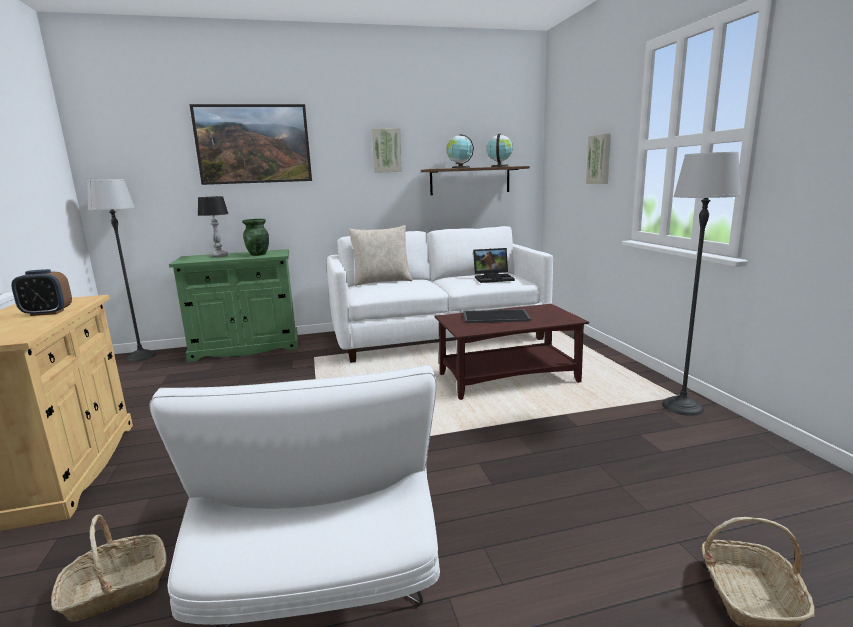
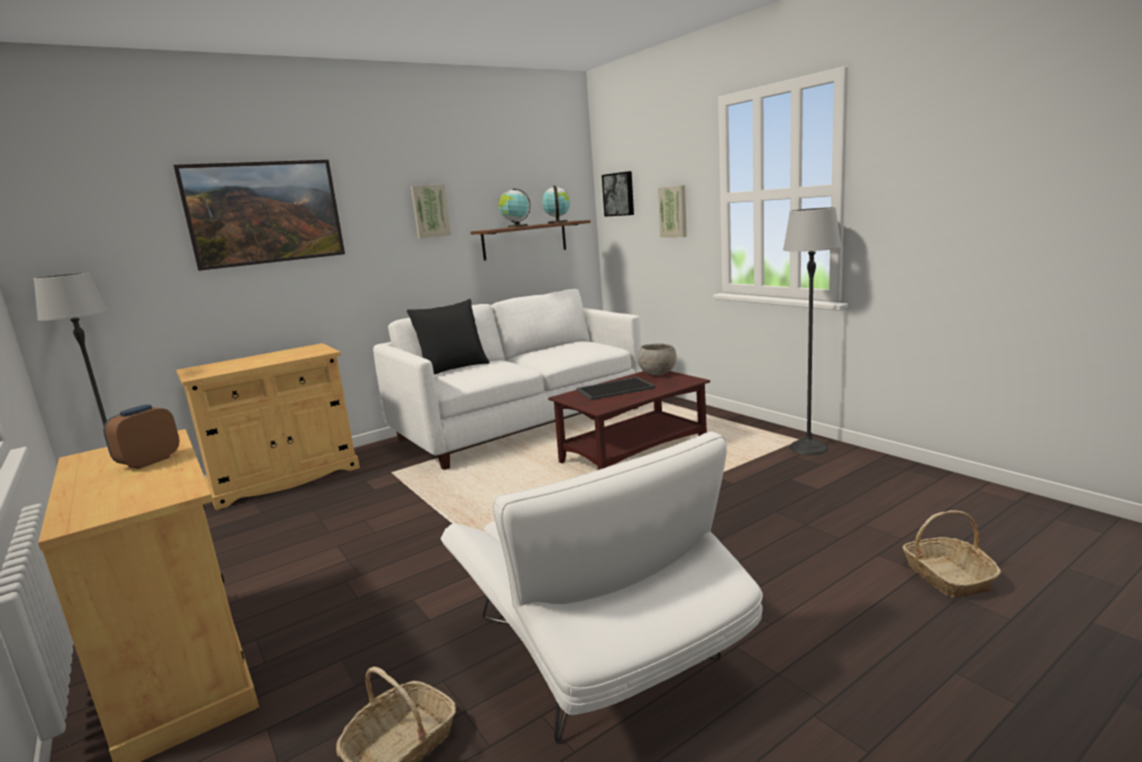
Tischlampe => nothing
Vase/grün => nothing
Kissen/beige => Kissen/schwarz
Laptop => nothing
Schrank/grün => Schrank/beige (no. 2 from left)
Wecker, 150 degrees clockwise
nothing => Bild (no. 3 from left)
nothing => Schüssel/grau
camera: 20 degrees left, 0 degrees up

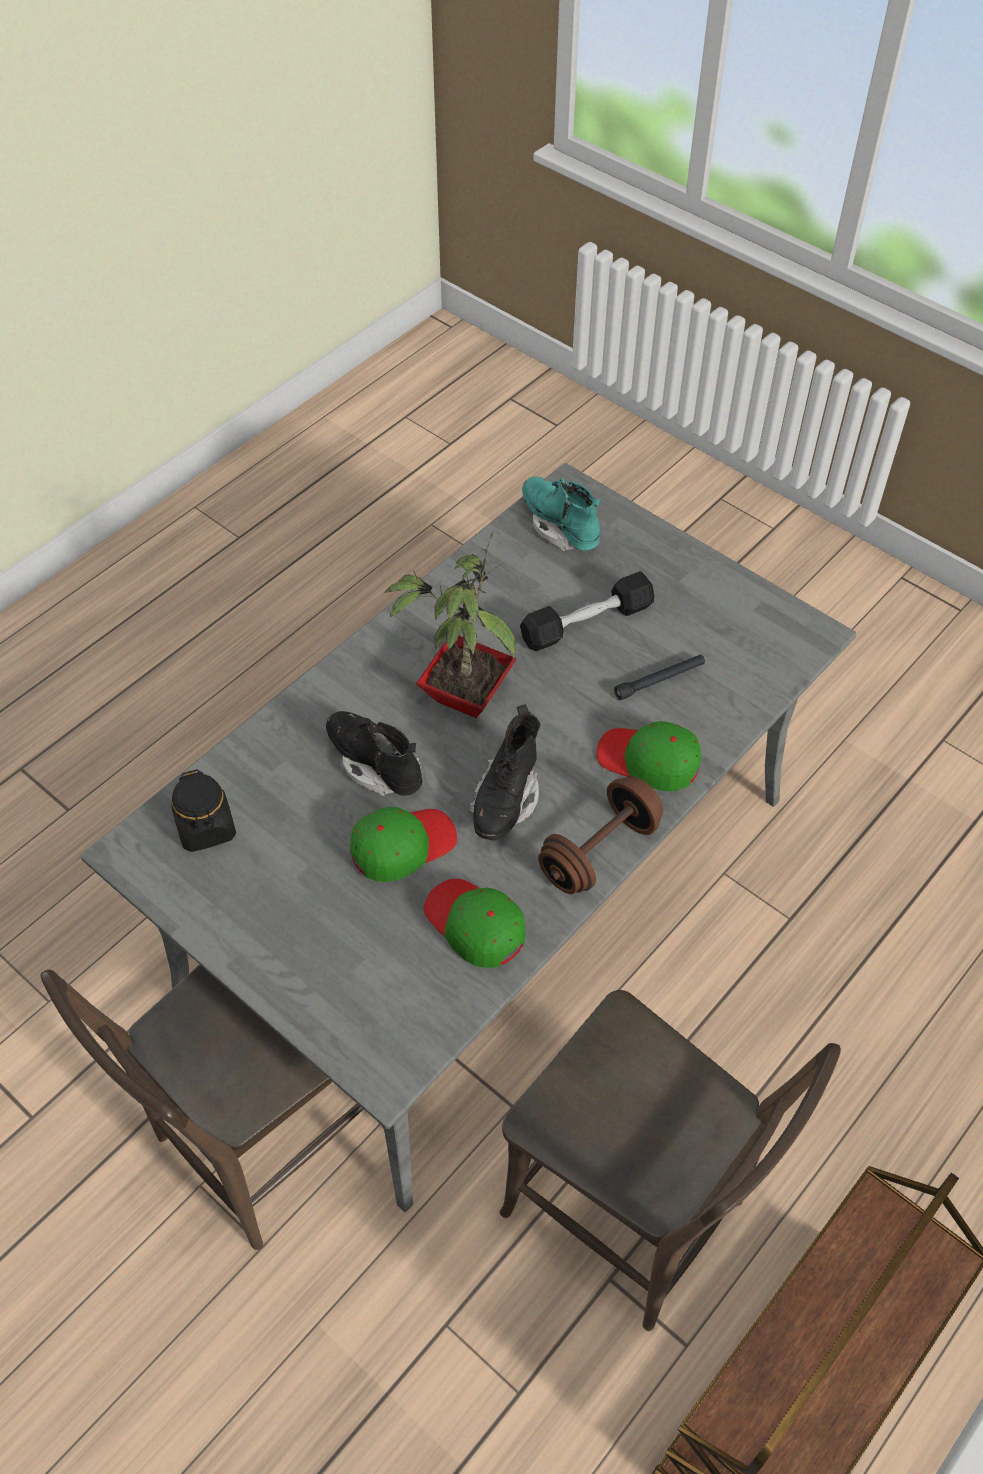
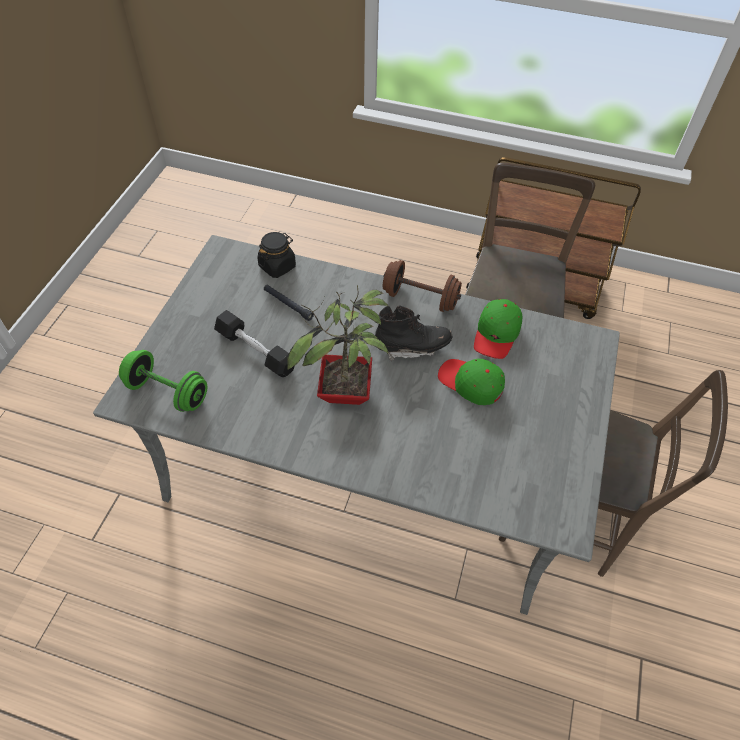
Stiefel/türkis => Hantel/grün
Stiefel/schwarz (no. 1 from left) => nothing
Kappe/grün (no. 3 from left) => nothing
Vorratsglas/schwarz, shifted
camera: 115 degrees left, 0 degrees up

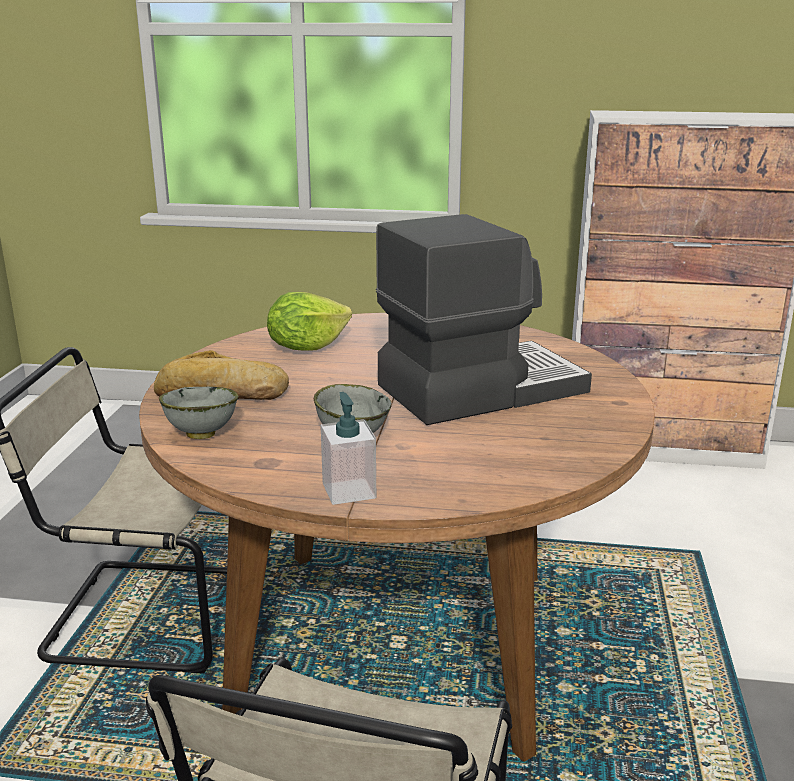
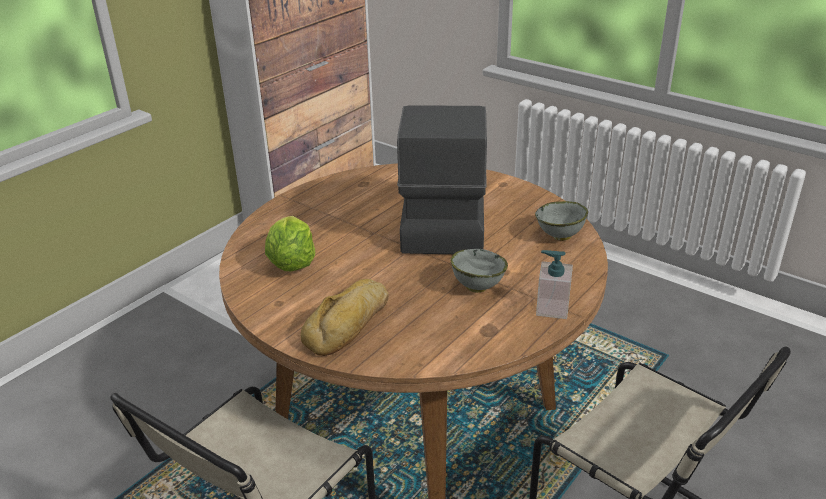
Schüssel/grau (no. 1 from left in the first image) => Schüssel/grau (no. 2 from left), shifted
camera: 60 degrees left, 10 degrees up

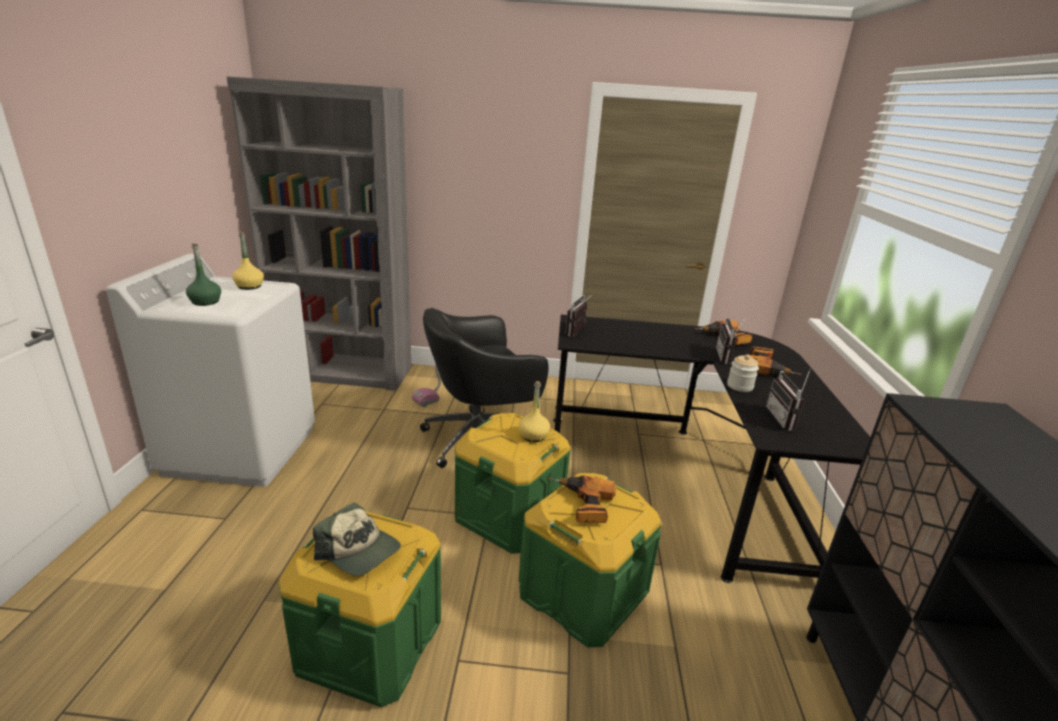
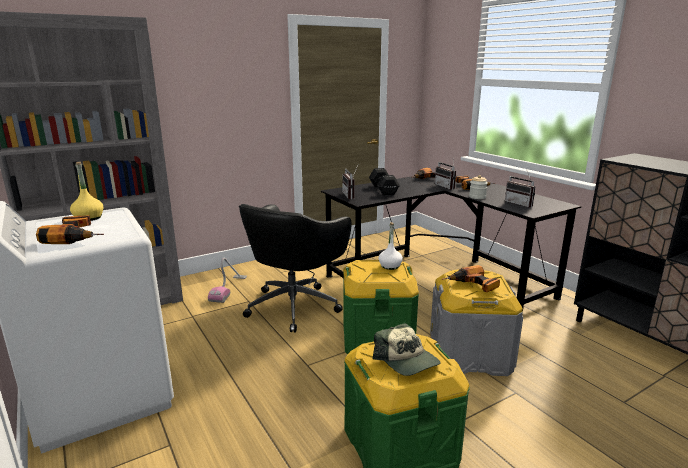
Flasche/grün => Bohrmaschine (no. 1 from left)
Flasche/gelb (no. 2 from left) => Flasche/weiß
Aufbewahrungsbox/grün (no. 3 from left) => Aufbewahrungsbox/grau
Kappe, 60 degrees clockwise
nothing => Hantel/schwarz
camera: 35 degrees left, 5 degrees down

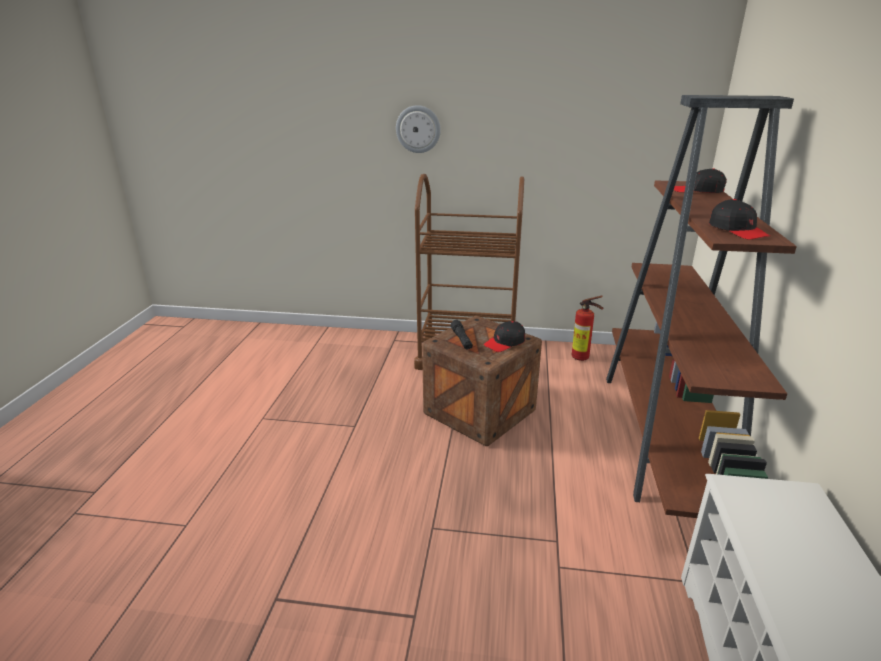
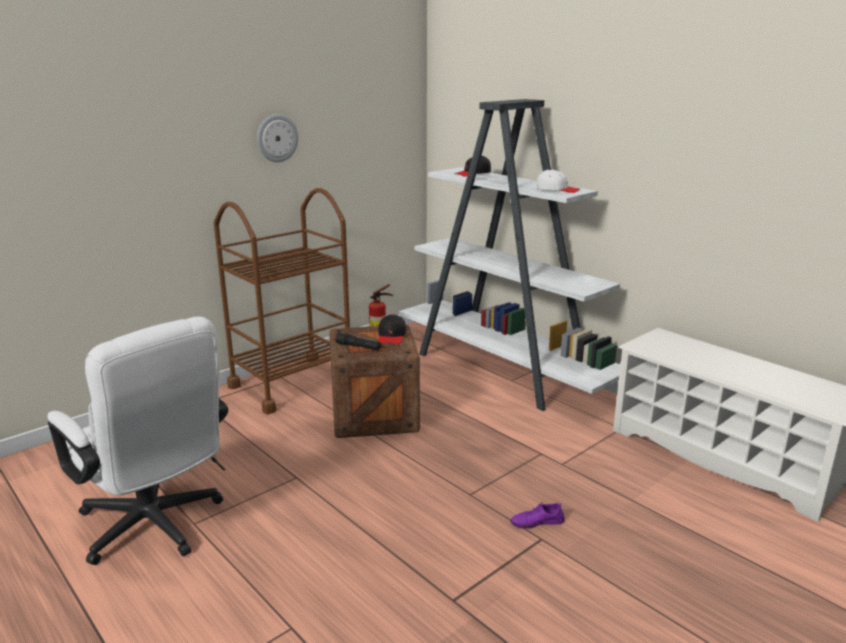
Bücherregal/braun => Bücherregal/weiß
Wanduhr, shifted
Kappe/schwarz (no. 3 from left) => Kappe/weiß
nothing => Bürostuhl/weiß
nothing => Schuh/lila
camera: 50 degrees left, 5 degrees down

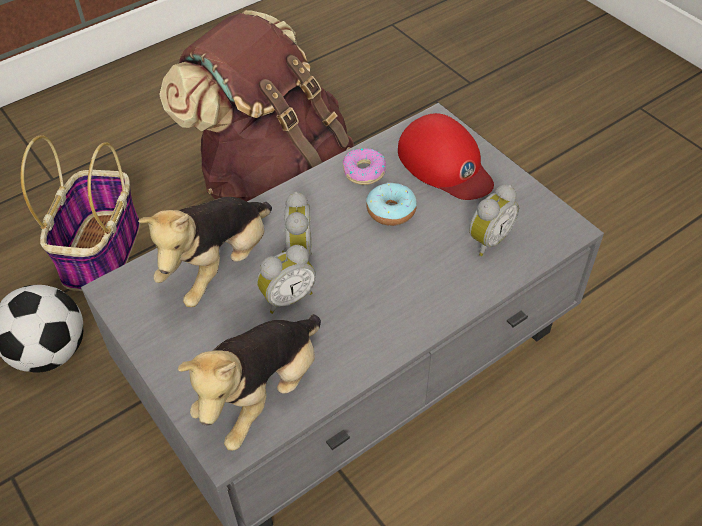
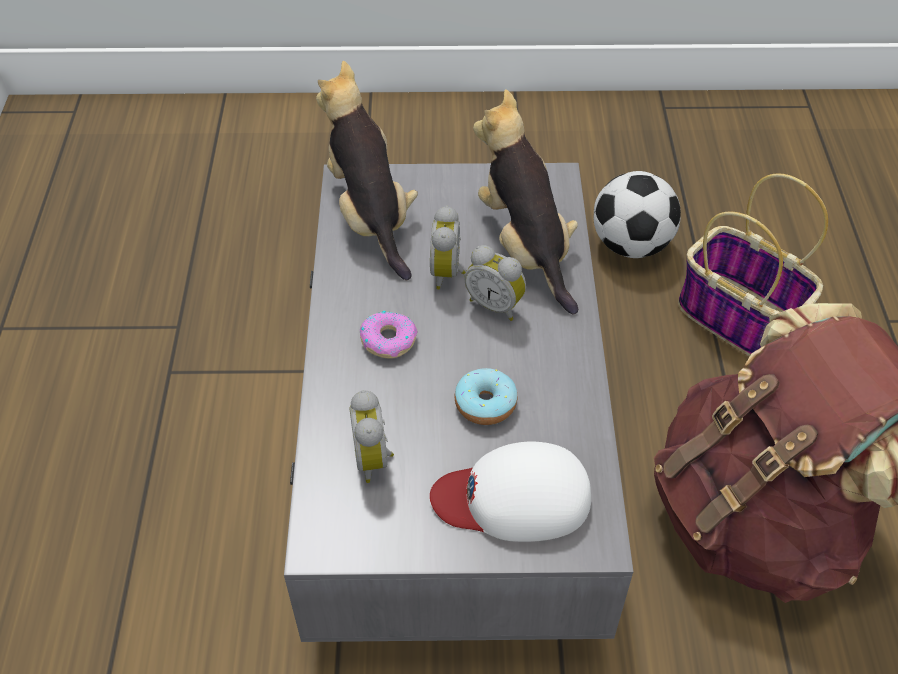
Kappe/rot => Kappe/weiß
Donut (no. 1 from left), shifted
camera: 125 degrees right, 0 degrees up

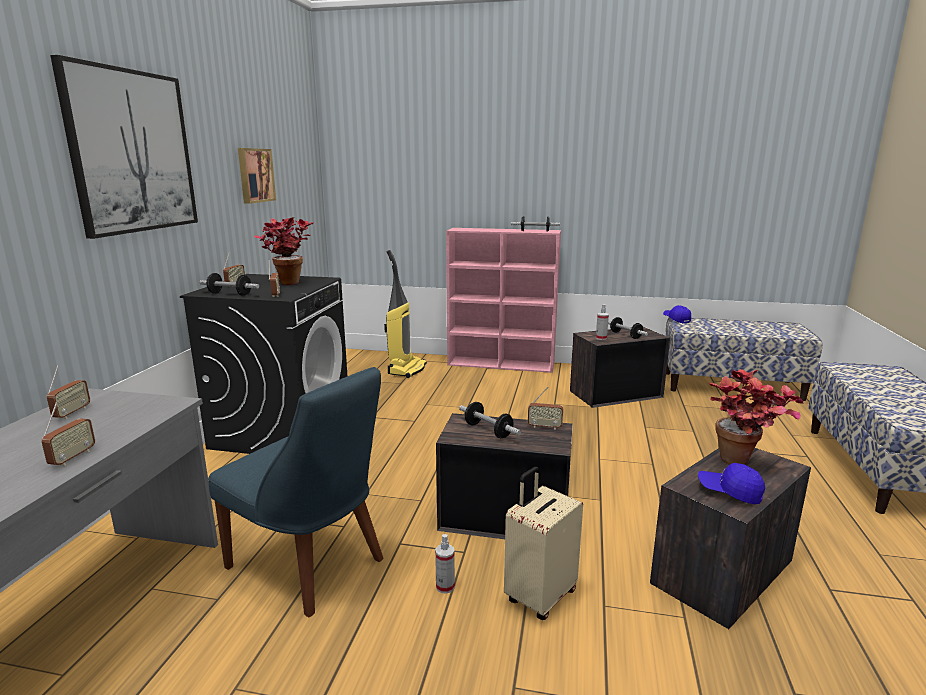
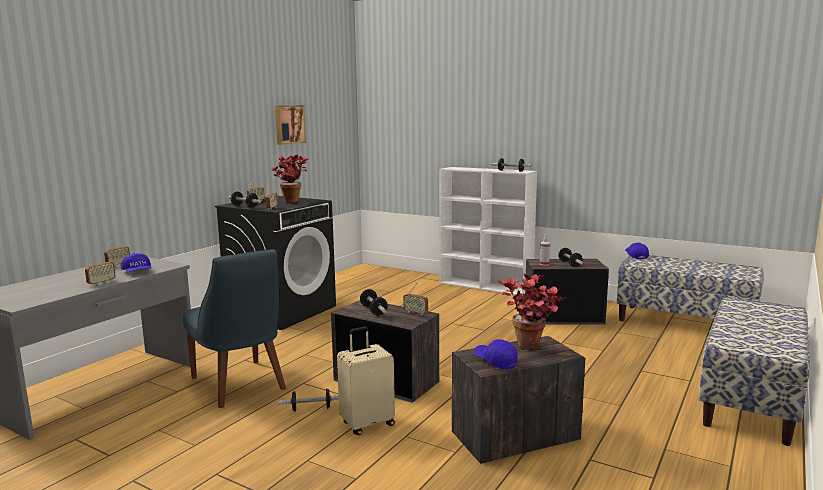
Bild (no. 1 from left) => nothing
Bücherregal/rosa => Bücherregal/weiß
Staubsauger => nothing
Sprühflasche (no. 1 from left) => Hantel (no. 2 from left)
nothing => Kappe/blau (no. 1 from left)
camera: 20 degrees right, 5 degrees down

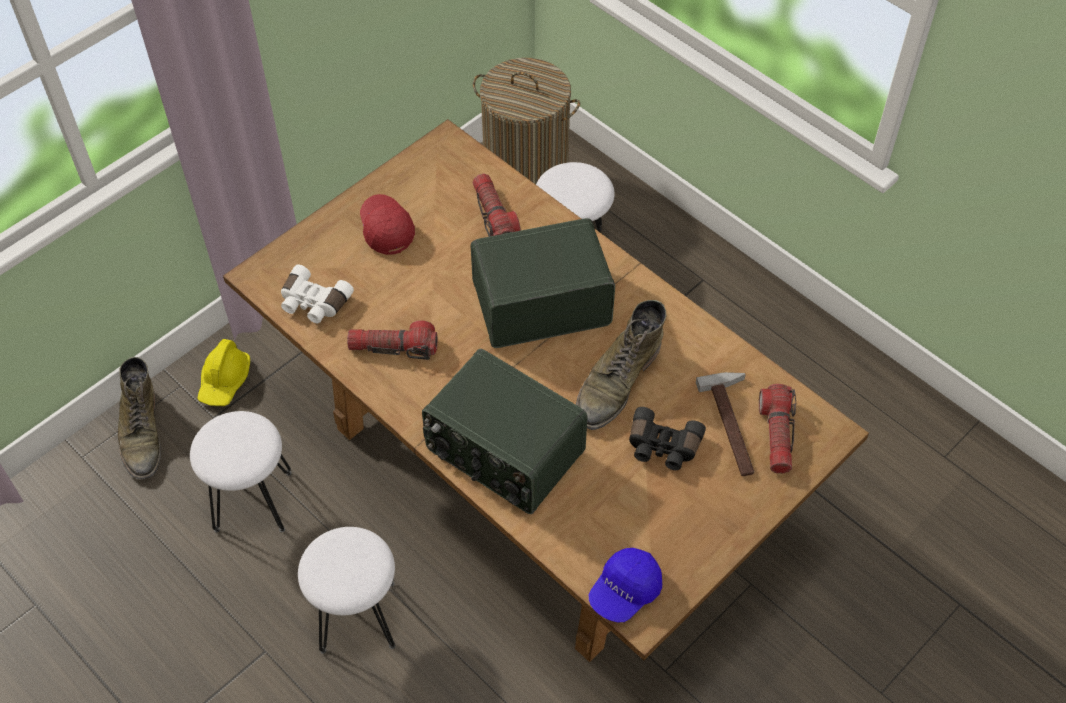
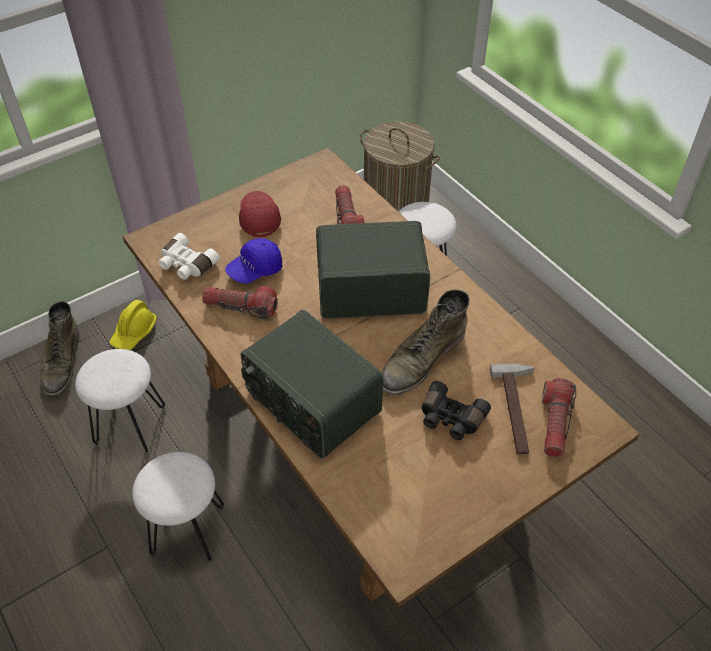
Kappe/blau, shifted
camera: 10 degrees right, 5 degrees down

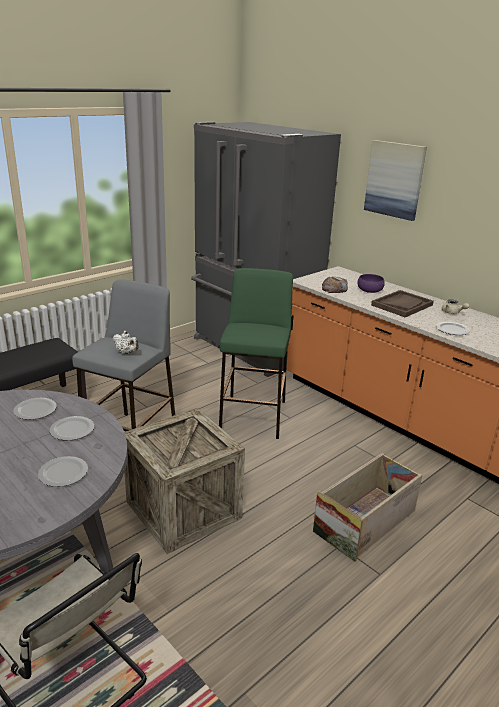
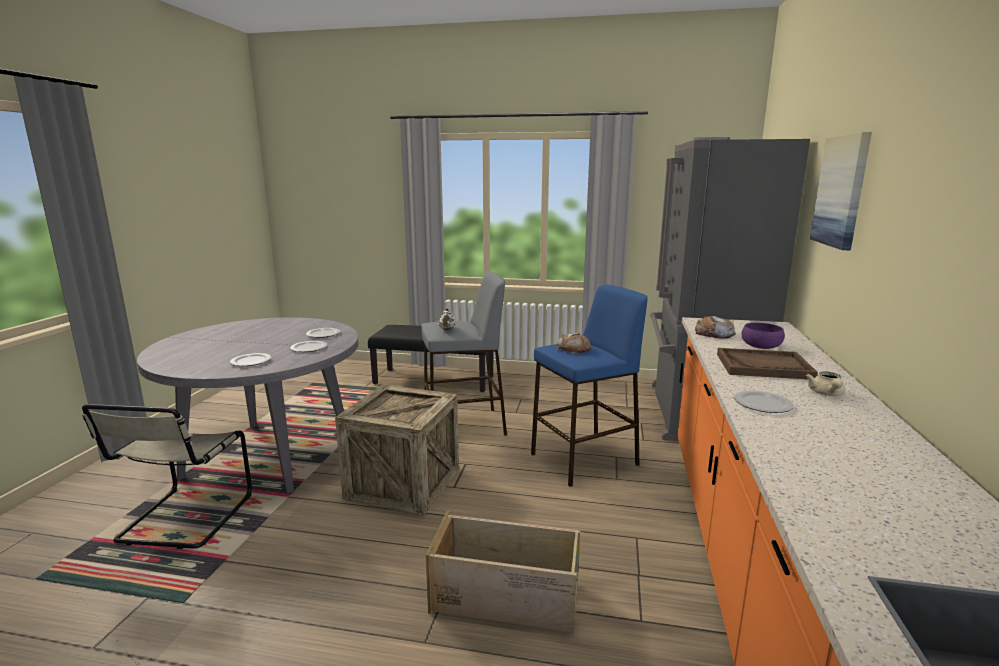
Hocker/grün => Hocker/blau
nothing => Brot (no. 1 from left)
camera: 55 degrees right, 10 degrees down

